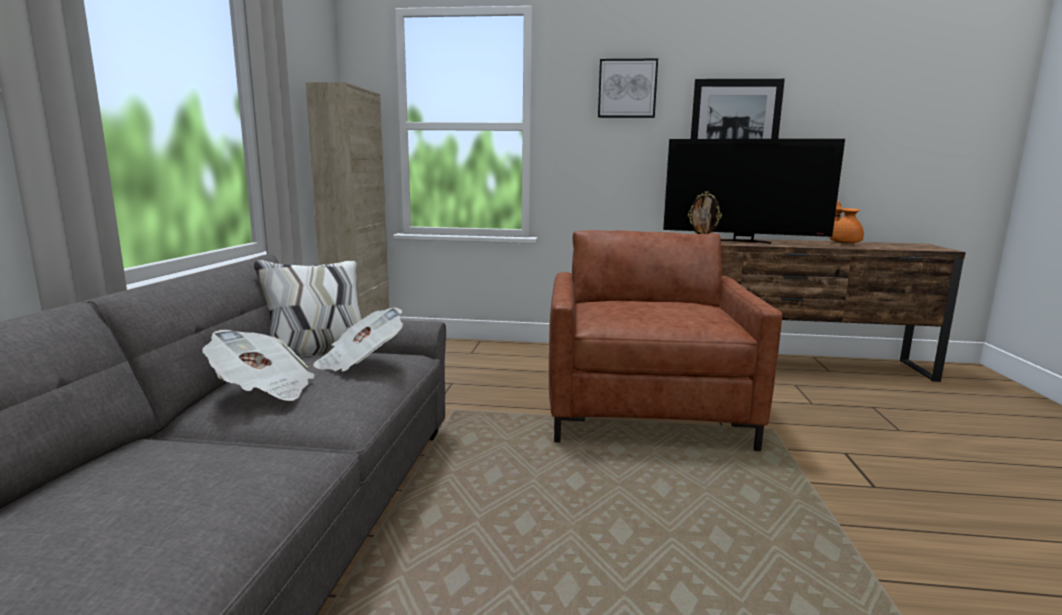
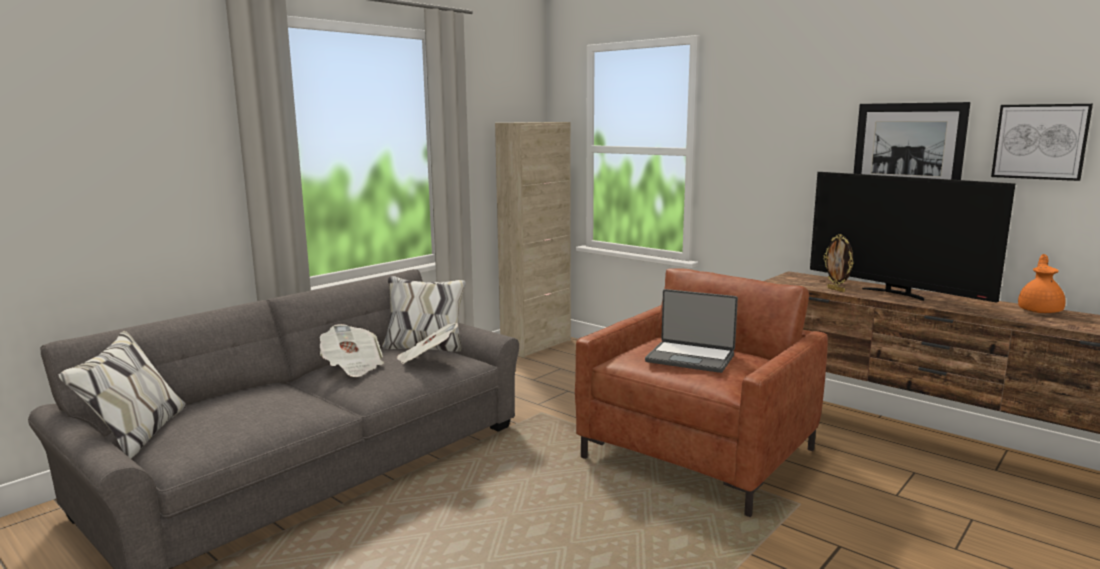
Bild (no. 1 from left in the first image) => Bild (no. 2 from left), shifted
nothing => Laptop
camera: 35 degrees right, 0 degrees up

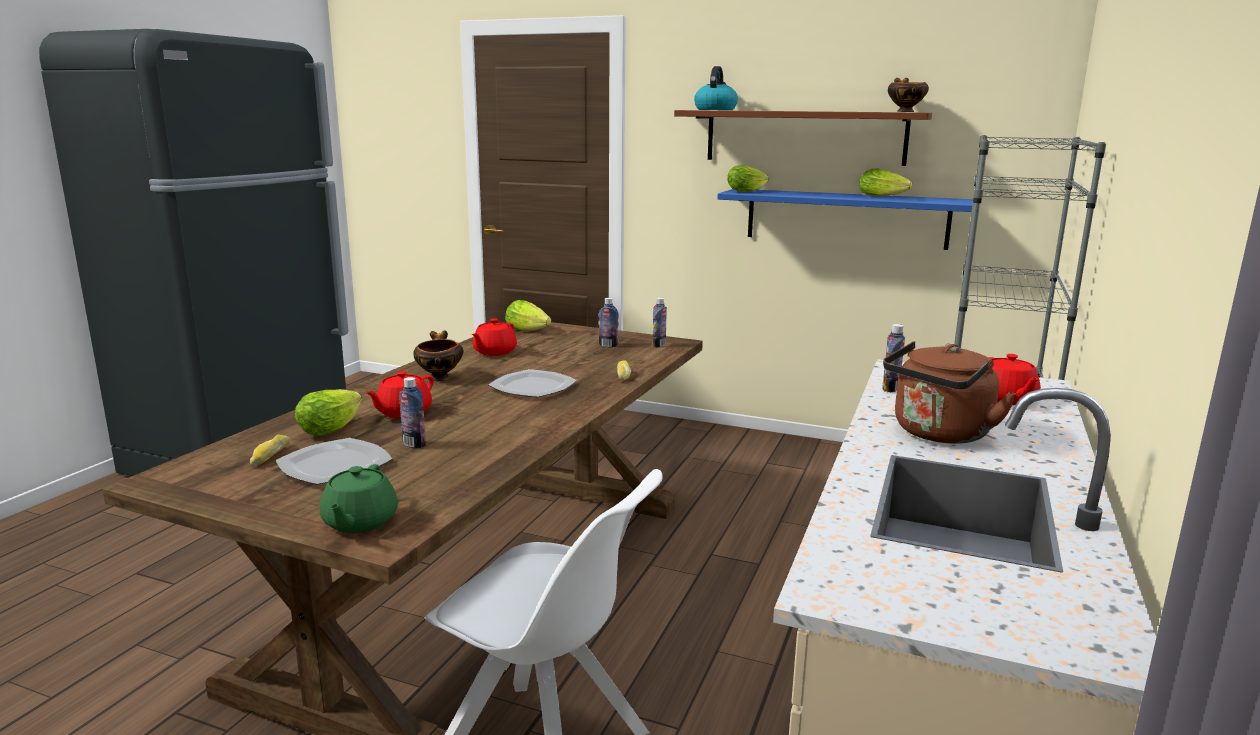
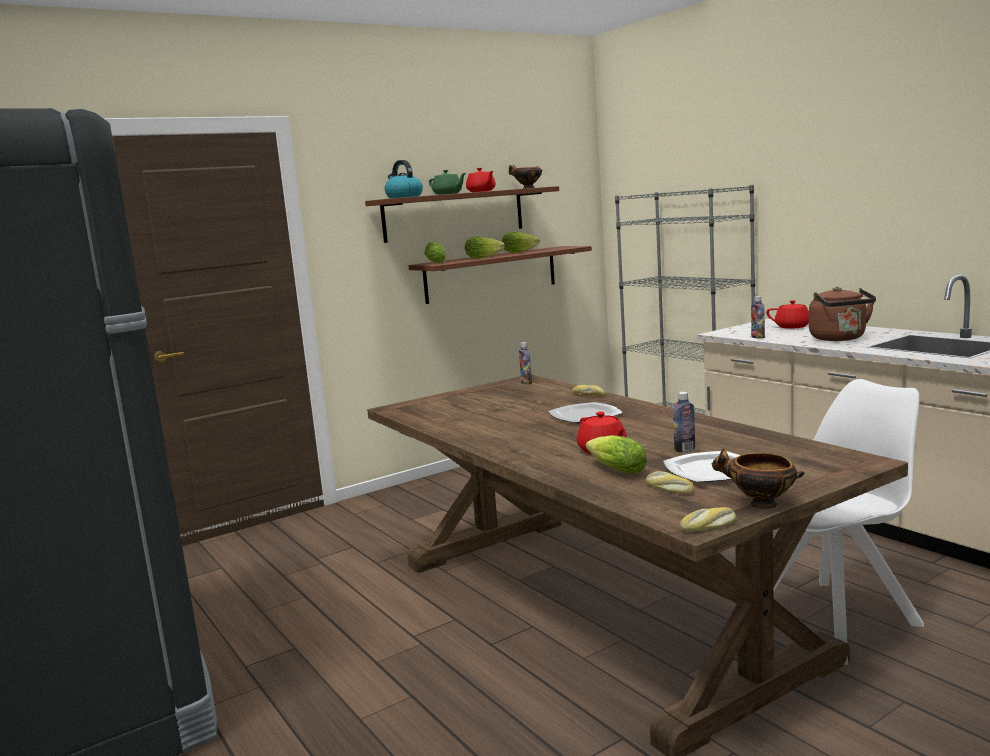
Wandregal/blau => Wandregal/braun (no. 2 from left)
Flasche (no. 2 from left) => nothing
Salatkopf (no. 2 from left), shifted
Teekanne/rot (no. 2 from left in the first image) => Teekanne/rot (no. 1 from left), shifted
Schüssel (no. 1 from left in the first image) => Schüssel (no. 2 from left), shifted
Teekanne/grün, shifted
nothing => Brot (no. 3 from left)
camera: 55 degrees left, 5 degrees down

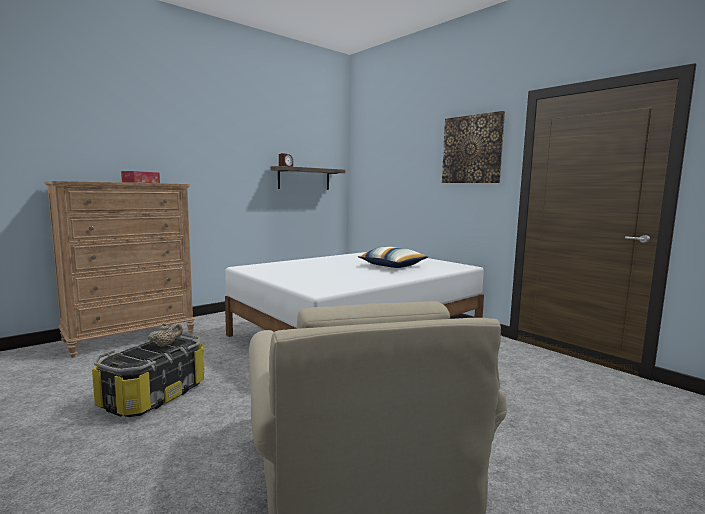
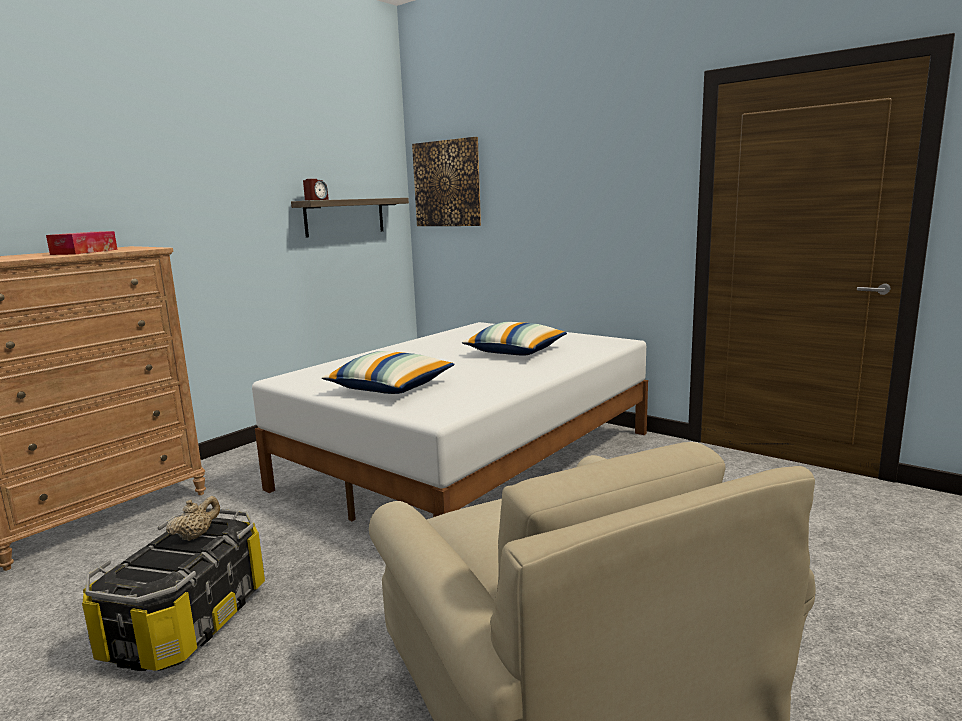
Bild, shifted
nothing => Kissen (no. 1 from left)
camera: 10 degrees left, 5 degrees up

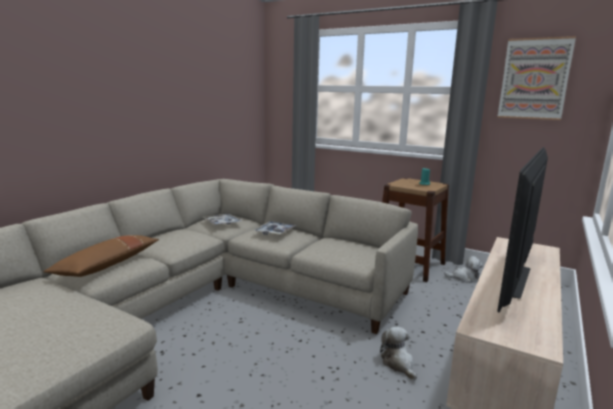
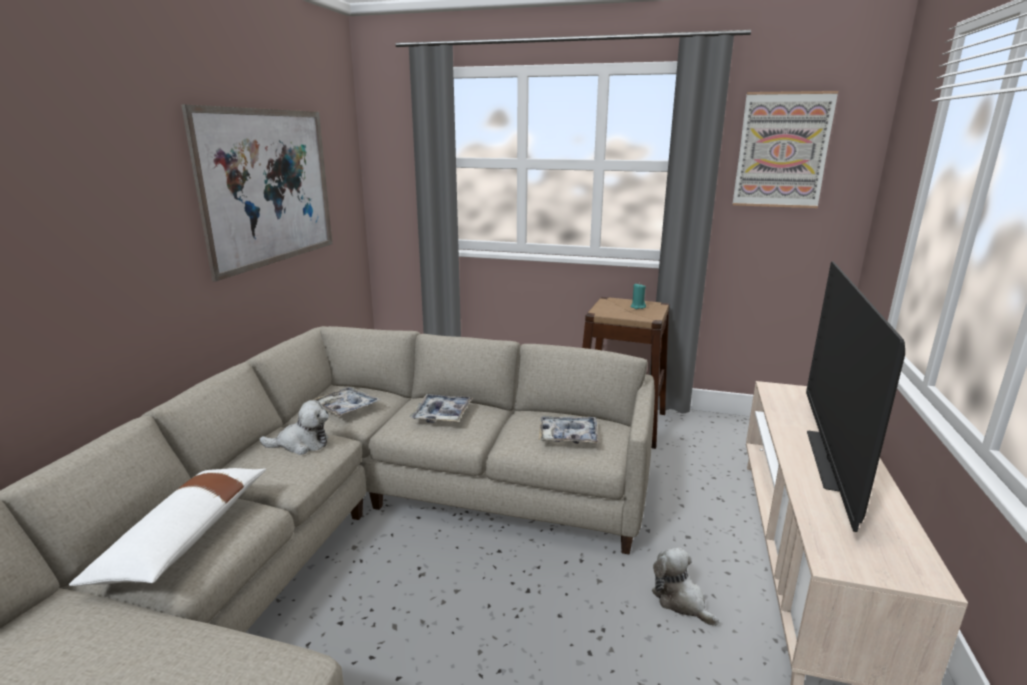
Kissen/braun => Kissen/weiß
Plüschtier (no. 2 from left in the first image) => Plüschtier (no. 1 from left), shifted
nothing => Bild (no. 1 from left)
nothing => Tablett (no. 3 from left)
camera: 15 degrees left, 5 degrees up

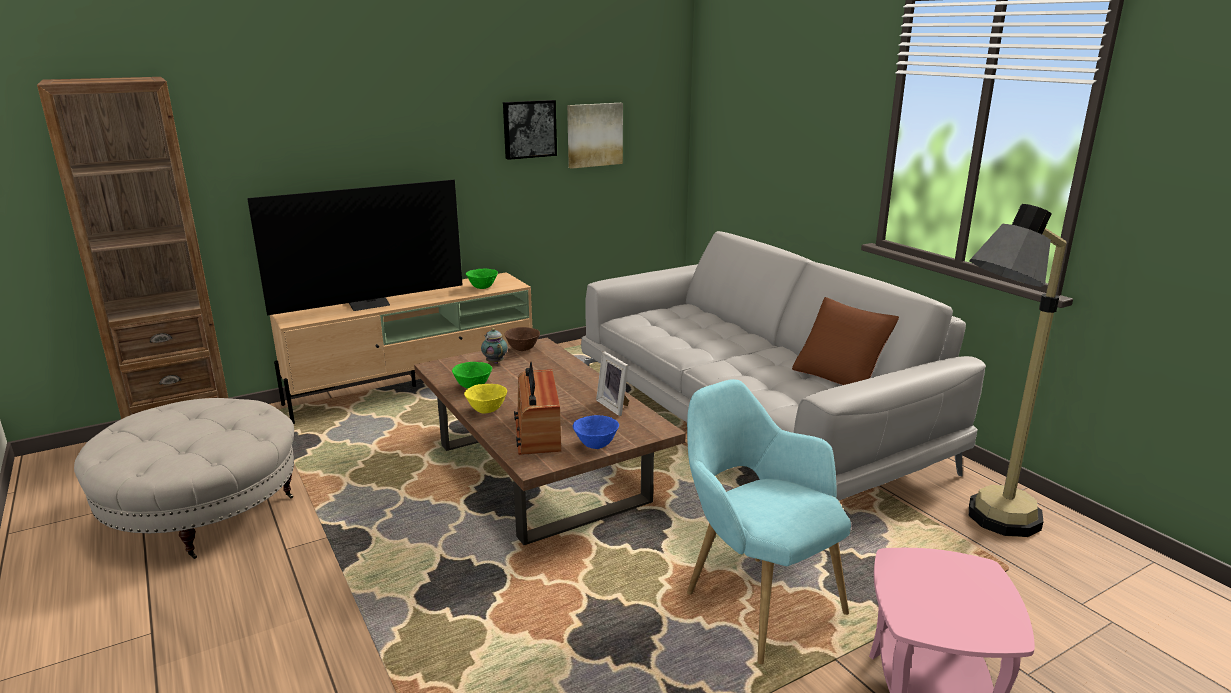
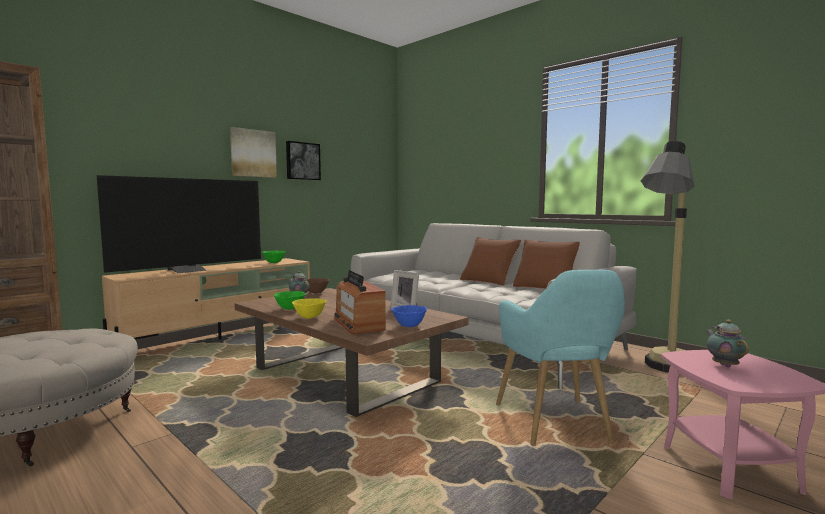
Bild (no. 2 from left in the first image) => Bild (no. 1 from left), shifted
Sessel/türkis, 135 degrees counterclockwise
nothing => Kissen/braun (no. 1 from left)
nothing => Teekanne (no. 2 from left)
camera: 15 degrees left, 15 degrees down

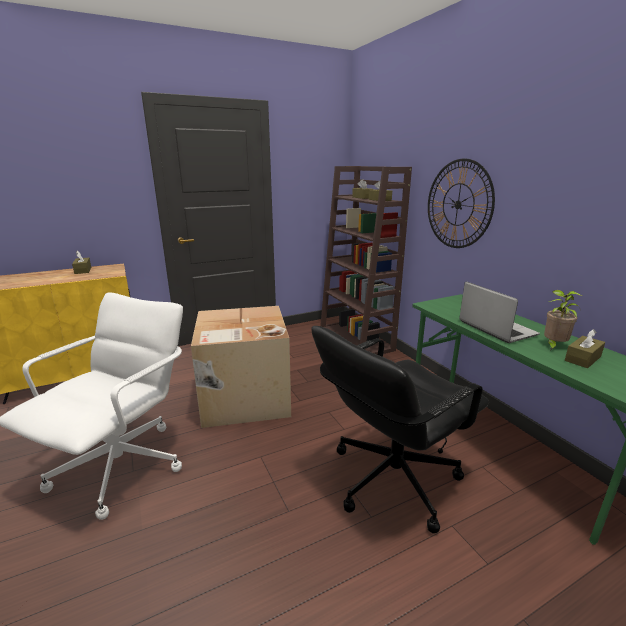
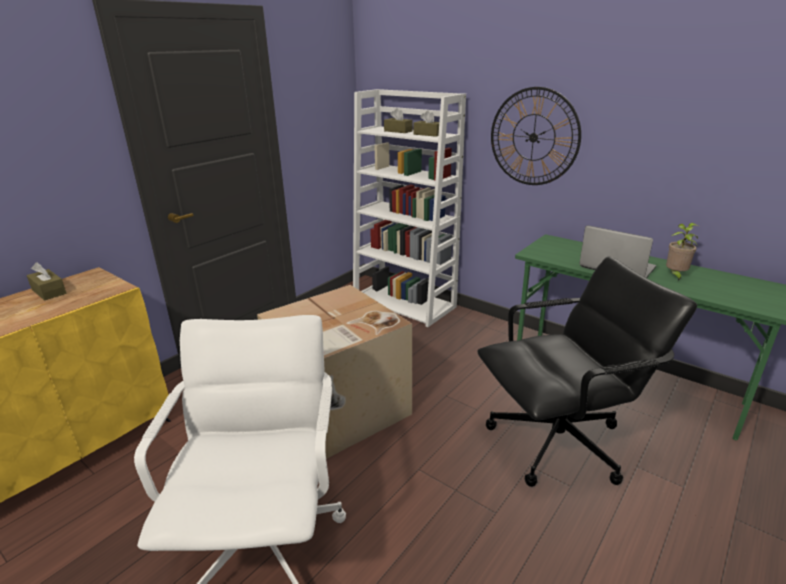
Bücherregal/braun => Bücherregal/weiß
Bürostuhl/schwarz, 135 degrees counterclockwise
Taschentuchbox/braun (no. 4 from left) => nothing
camera: 25 degrees left, 5 degrees up

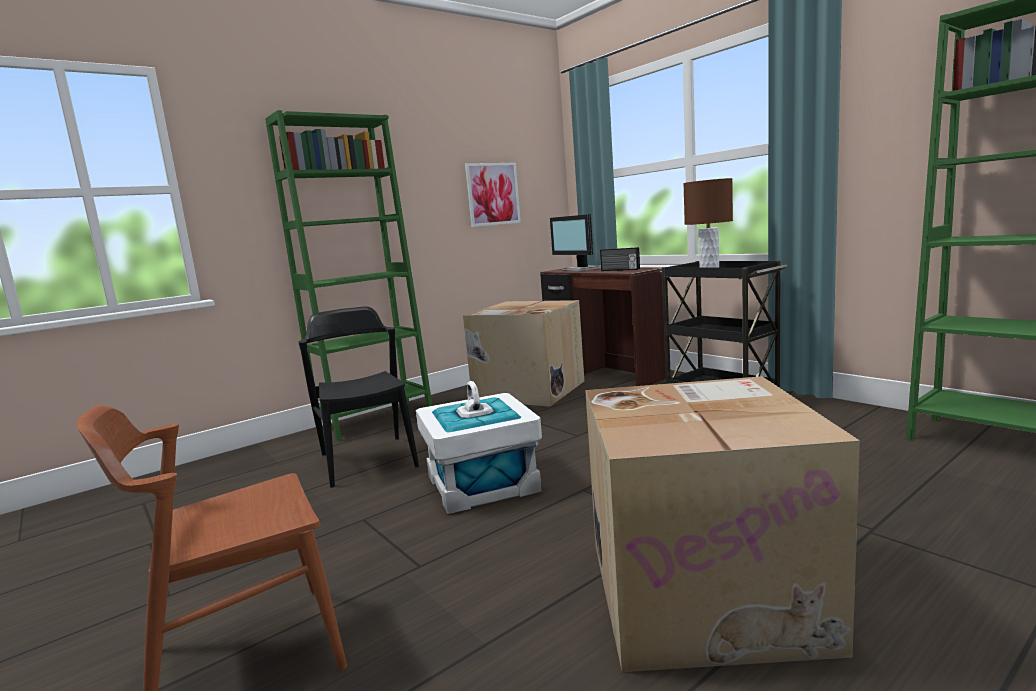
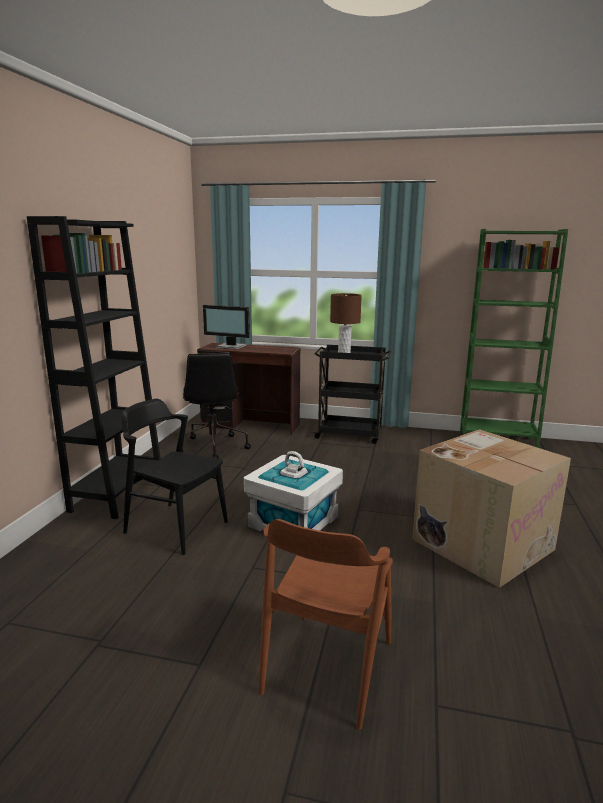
Bücherregal/grün (no. 1 from left) => Bücherregal/schwarz
Bild => nothing
Radio => nothing
Karton (no. 1 from left) => Bürostuhl/schwarz
camera: 40 degrees left, 5 degrees up

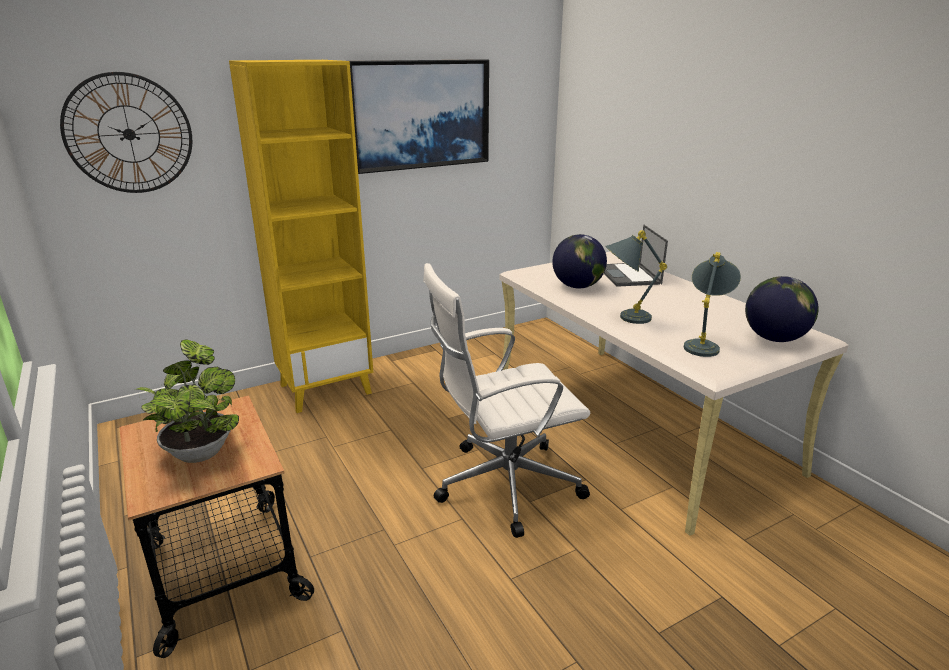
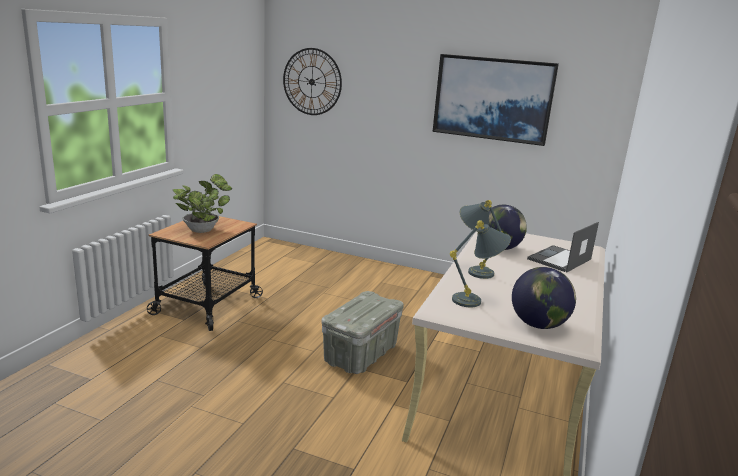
Bücherregal/gelb => nothing
Bürostuhl/weiß => Aufbewahrungsbox/grau
camera: 50 degrees right, 5 degrees down

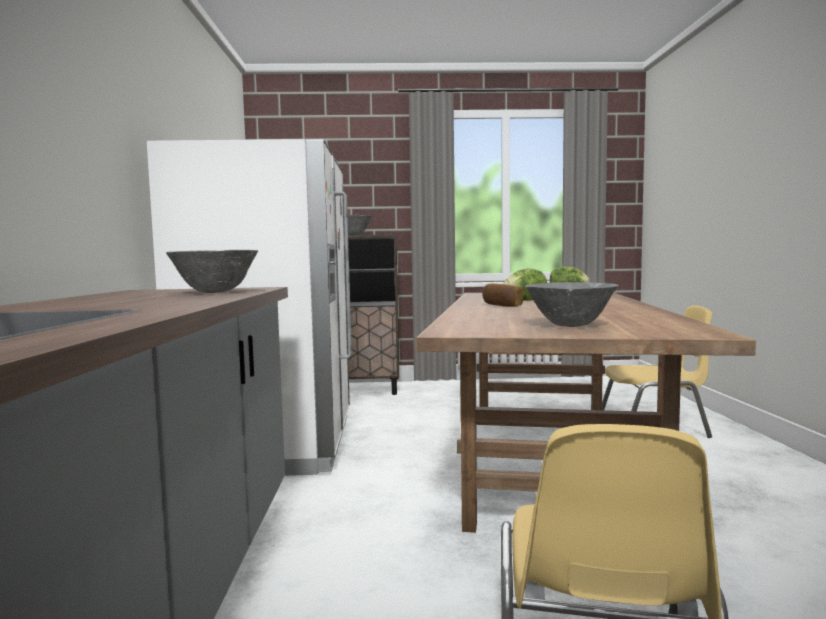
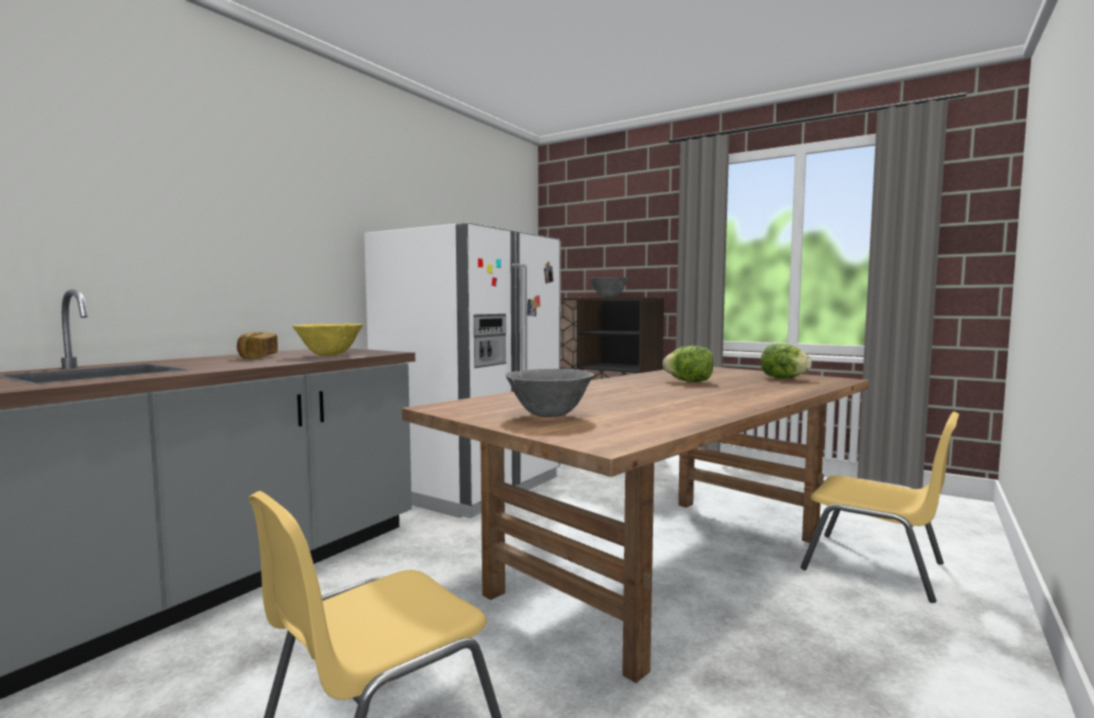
Schüssel/grau (no. 1 from left) => Schüssel/gelb
Brot, shifted
camera: 35 degrees right, 0 degrees up

